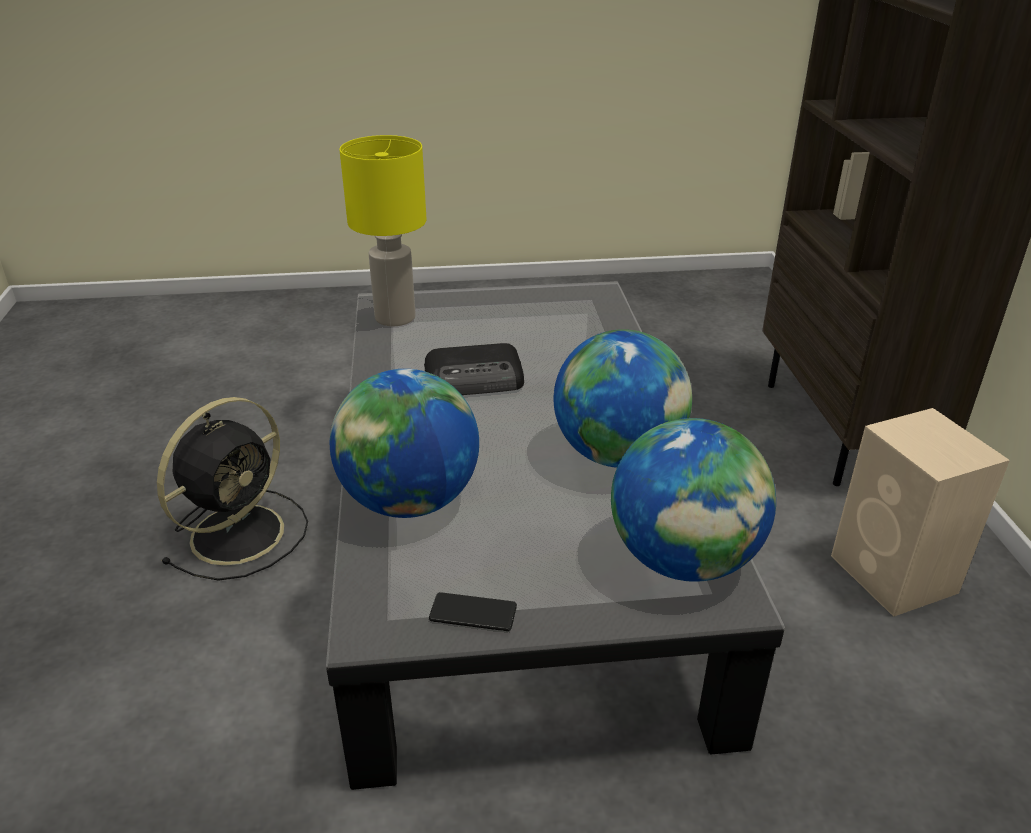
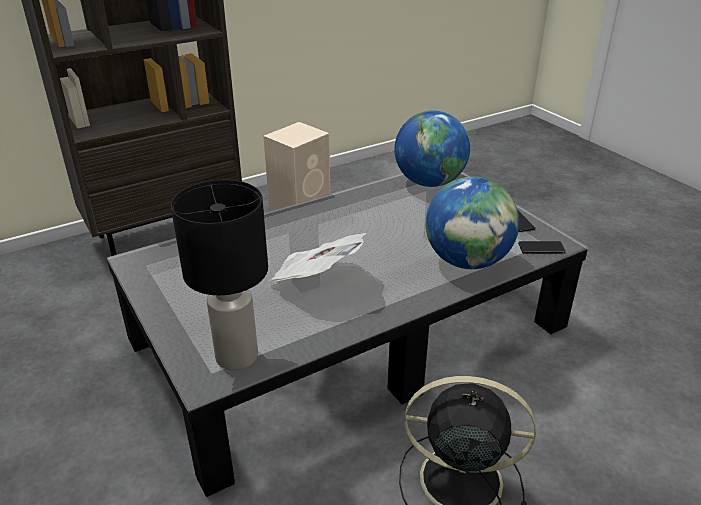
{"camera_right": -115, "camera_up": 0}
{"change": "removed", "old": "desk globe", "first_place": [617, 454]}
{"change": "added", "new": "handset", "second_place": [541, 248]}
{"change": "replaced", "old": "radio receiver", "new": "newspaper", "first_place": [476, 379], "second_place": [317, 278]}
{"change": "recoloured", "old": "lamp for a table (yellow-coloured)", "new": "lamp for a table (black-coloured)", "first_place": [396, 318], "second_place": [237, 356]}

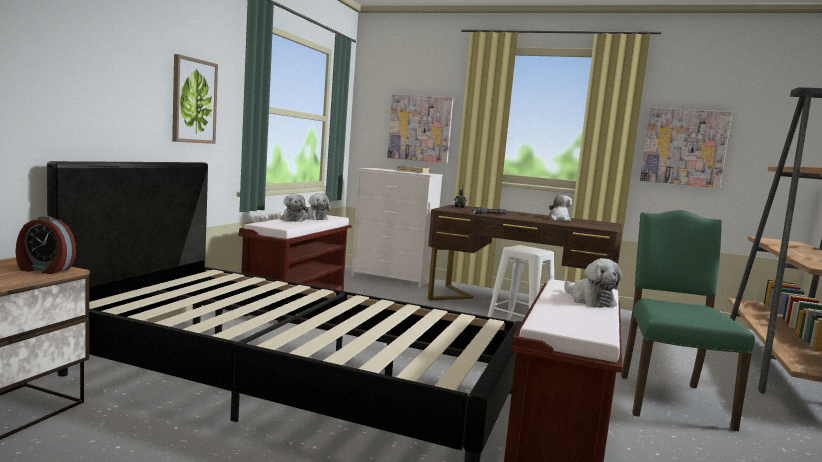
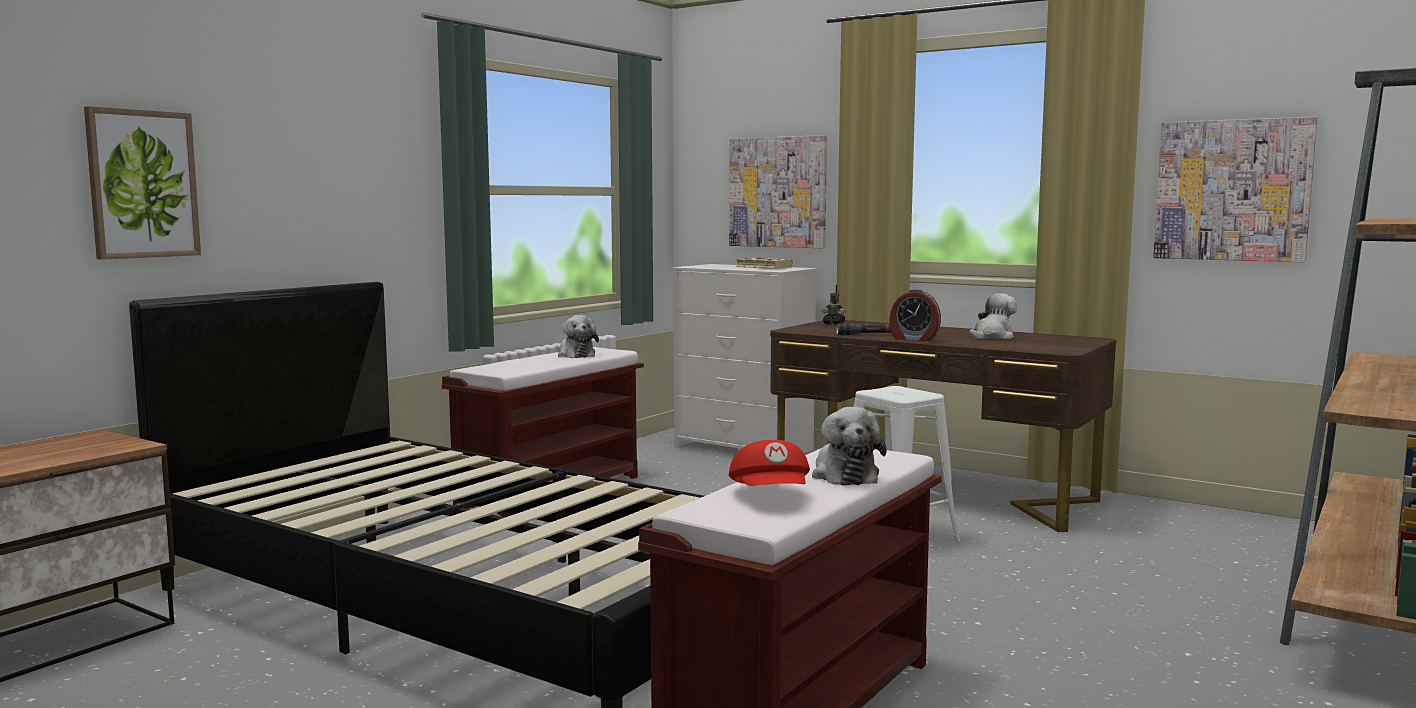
{"camera_right": 15, "camera_up": 0}
{"change": "removed", "old": "soft toy", "first_place": [292, 219]}
{"change": "removed", "old": "upright chair (greenish)", "first_place": [669, 399]}
{"change": "added", "new": "cap (red)", "second_place": [771, 496]}
{"change": "moved", "old": "bedside clock", "first_place": [44, 269], "second_place": [914, 339]}
{"change": "moved", "old": "wall picture", "first_place": [193, 101], "second_place": [142, 184]}

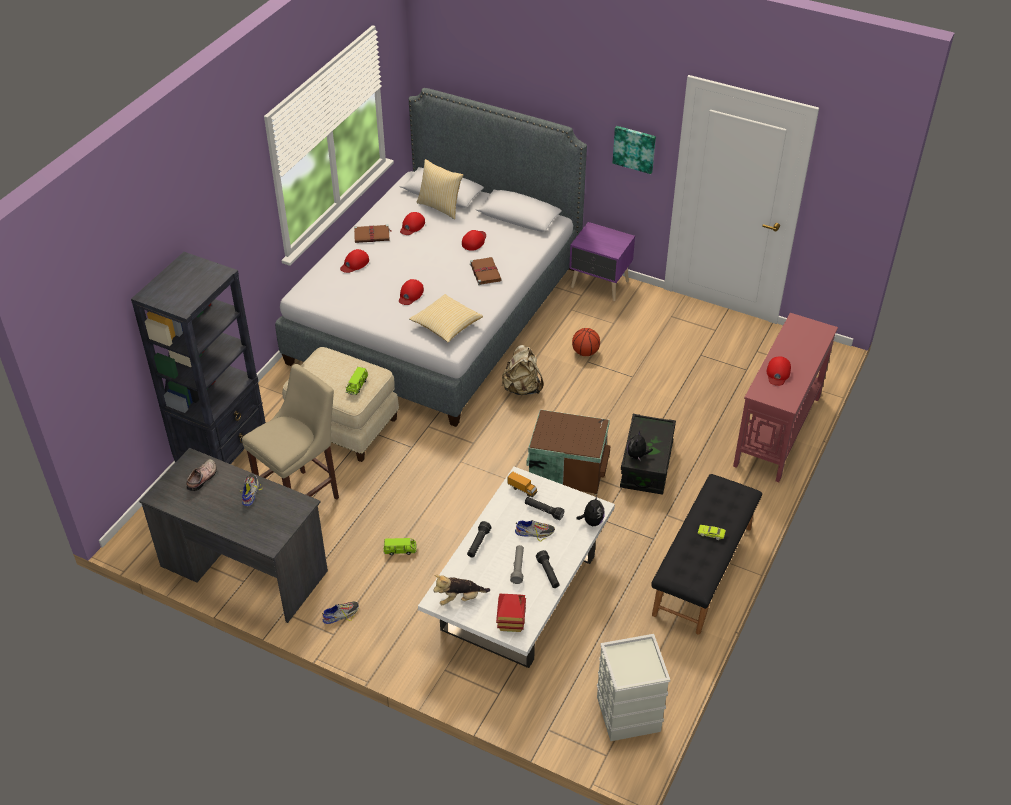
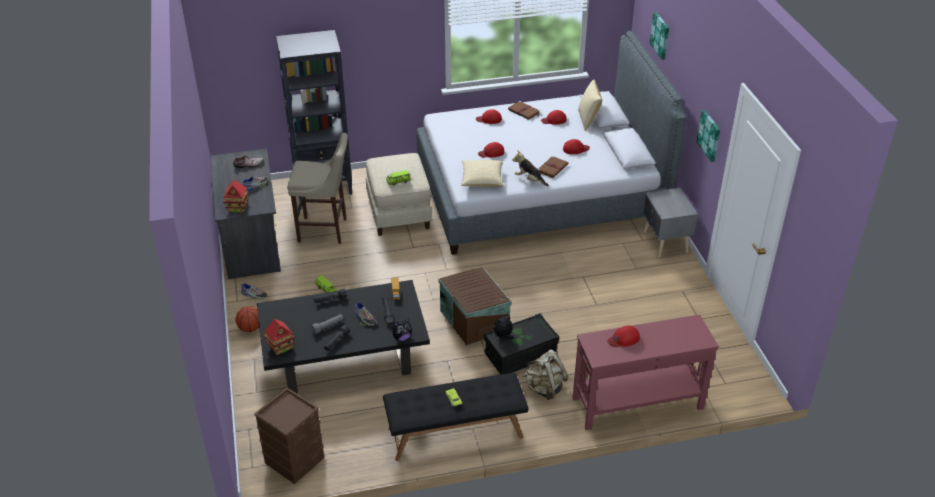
{"camera_right": 50, "camera_up": -5}
{"change": "added", "new": "model house", "second_place": [237, 208]}
{"change": "added", "new": "wall picture", "second_place": [661, 35]}
{"change": "moved", "old": "soft toy", "first_place": [460, 598], "second_place": [529, 180]}
{"change": "moved", "old": "knapsack (beige-coloured)", "first_place": [522, 388], "second_place": [544, 388]}
{"change": "moved", "old": "ball for basketball", "first_place": [585, 352], "second_place": [250, 328]}
{"change": "recoloured", "old": "lounge table (whitish)", "new": "lounge table (black-coloured)", "first_place": [518, 591], "second_place": [346, 356]}
{"change": "recoloured", "old": "night table (purple-coloured)", "new": "night table (greyish)", "first_place": [600, 285], "second_place": [664, 242]}
{"change": "recoloured", "old": "storage bin (greyish)", "new": "storage bin (brown)", "first_place": [628, 715], "second_place": [293, 460]}

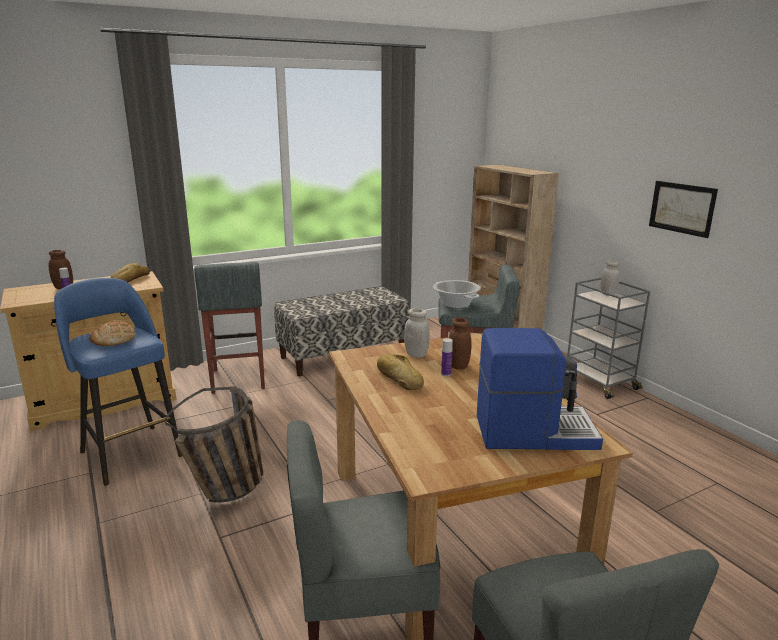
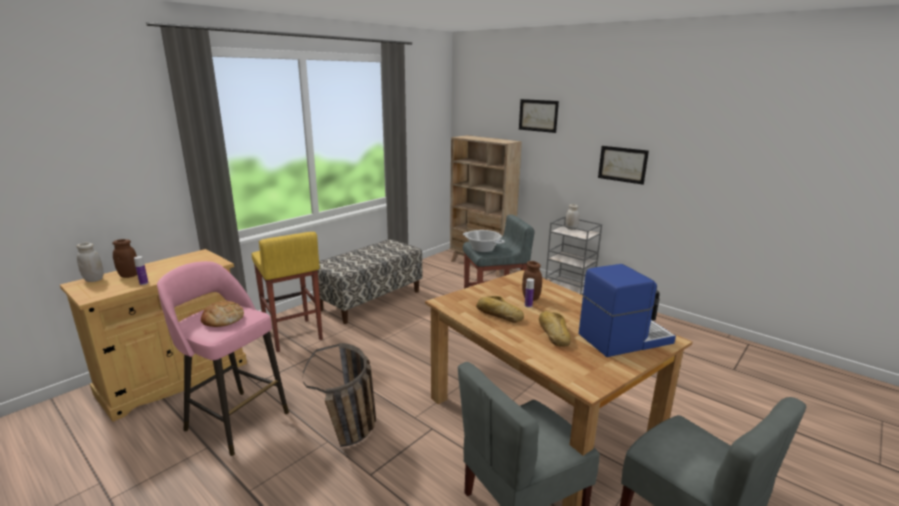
{"camera_right": -20, "camera_up": 0}
{"change": "added", "new": "wall picture", "second_place": [538, 115]}
{"change": "moved", "old": "baked bread", "first_place": [129, 279], "second_place": [553, 333]}
{"change": "moved", "old": "preserve jar (whitish)", "first_place": [416, 354], "second_place": [94, 279]}
{"change": "recoloured", "old": "stool (blue-coloured)", "new": "stool (pink)", "first_place": [130, 452], "second_place": [235, 420]}
{"change": "recoloured", "old": "stool (greyish)", "new": "stool (yellow-coloured)", "first_place": [237, 379], "second_place": [292, 335]}

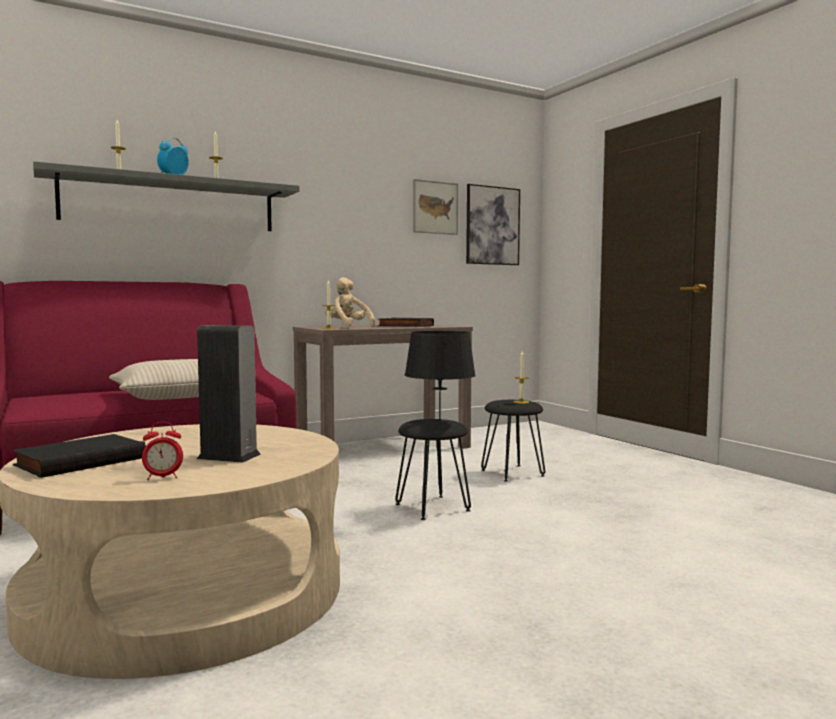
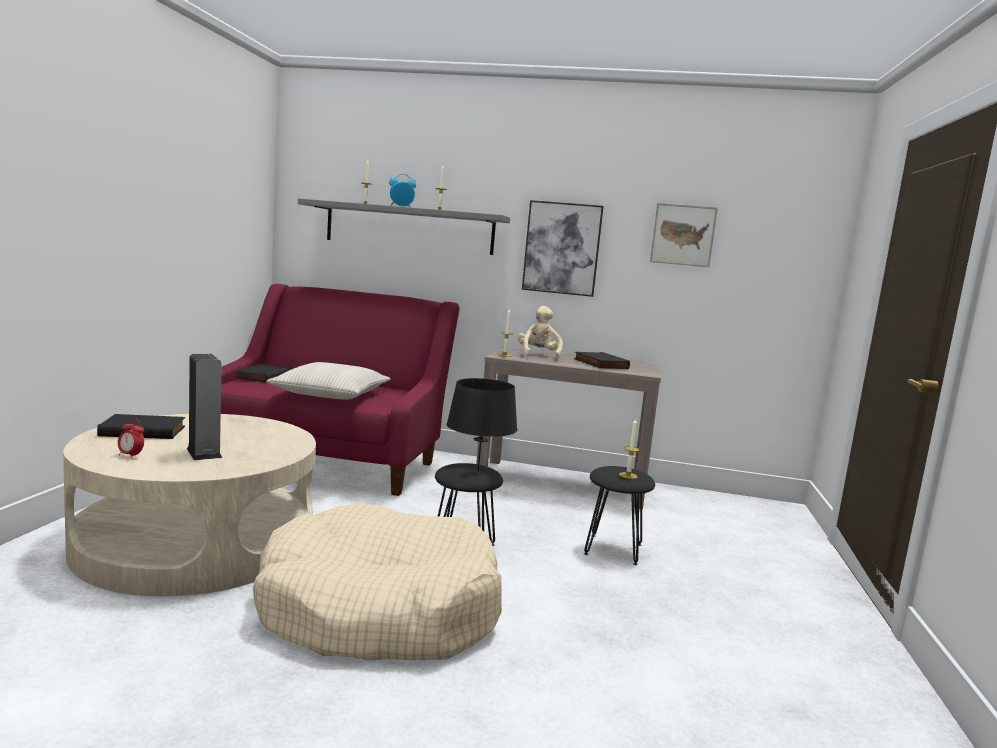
{"camera_right": 40, "camera_up": 5}
{"change": "added", "new": "book (black-coloured)", "second_place": [262, 376]}
{"change": "added", "new": "dog cushion (beige-coloured)", "second_place": [379, 609]}
{"change": "moved", "old": "wall picture", "first_place": [492, 225], "second_place": [562, 248]}

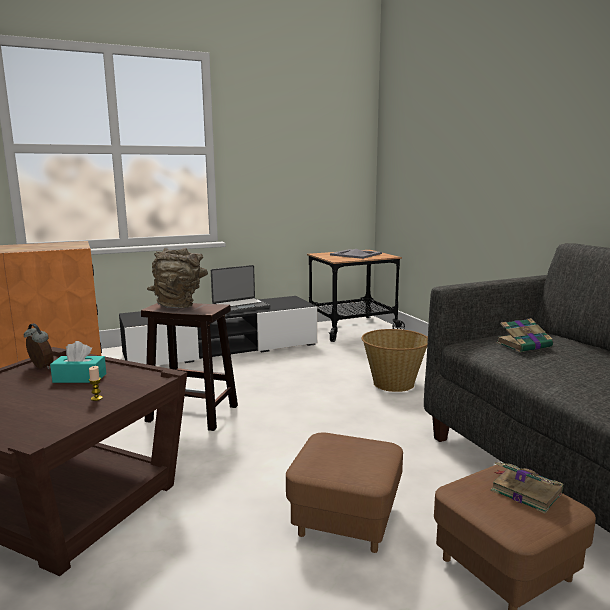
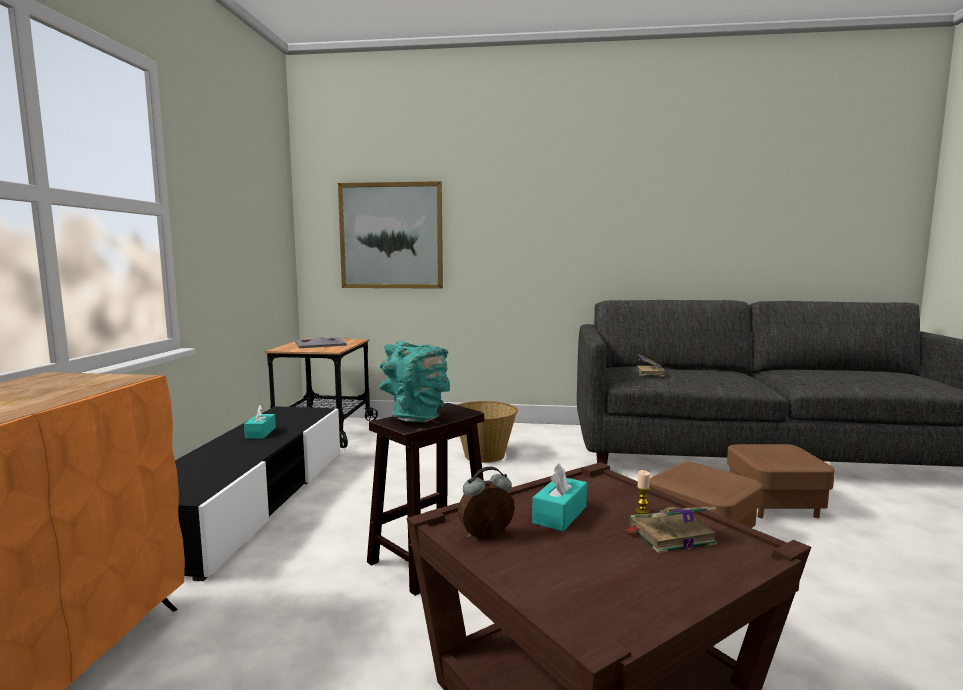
{"camera_right": -60, "camera_up": -5}
{"change": "added", "new": "wall picture", "second_place": [391, 236]}
{"change": "moved", "old": "book", "first_place": [524, 491], "second_place": [669, 535]}
{"change": "replaced", "old": "laptop", "new": "tissue holder (turquoise-coloured)", "first_place": [240, 307], "second_place": [260, 433]}
{"change": "recoloured", "old": "decorative vase (brown)", "new": "decorative vase (turquoise-coloured)", "first_place": [179, 305], "second_place": [415, 418]}

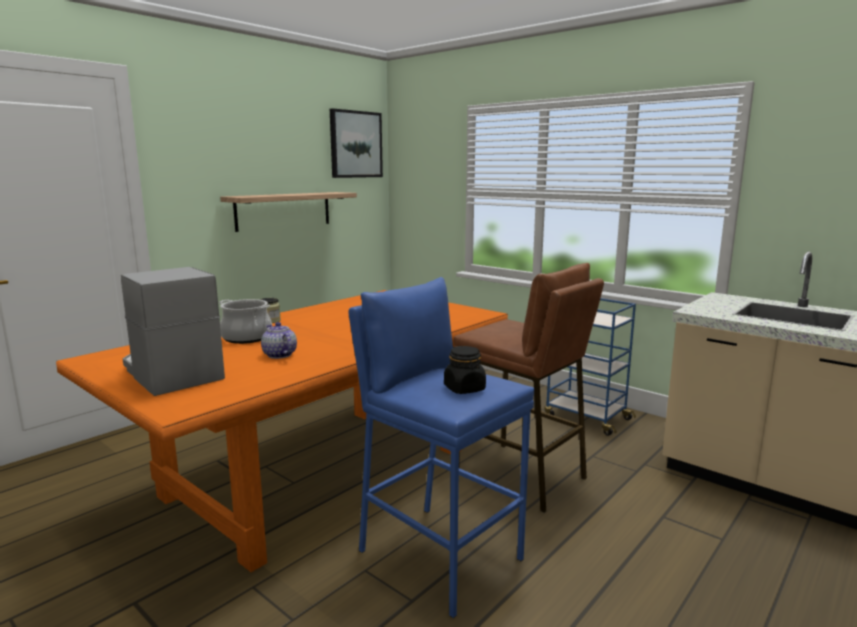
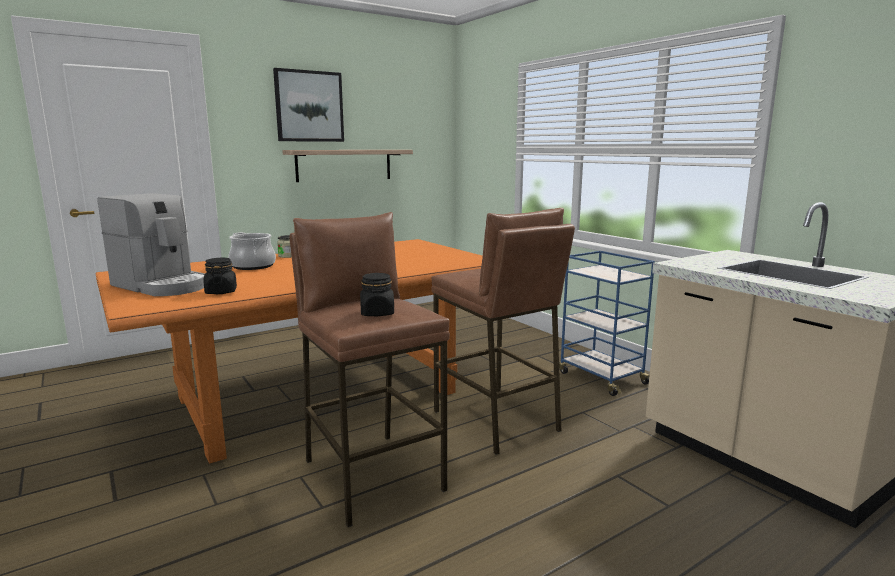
{"camera_right": 15, "camera_up": 0}
{"change": "removed", "old": "pot for tea", "first_place": [279, 355]}
{"change": "added", "new": "preserve jar (black-coloured)", "second_place": [221, 292]}
{"change": "moved", "old": "wall picture", "first_place": [355, 144], "second_place": [309, 106]}
{"change": "recoloured", "old": "stool (blue-coloured)", "new": "stool (brown)", "first_place": [439, 554], "second_place": [372, 474]}
{"change": "turned", "old": "coffee brewer", "first_place": [171, 373], "second_place": [162, 285], "degrees": 150}

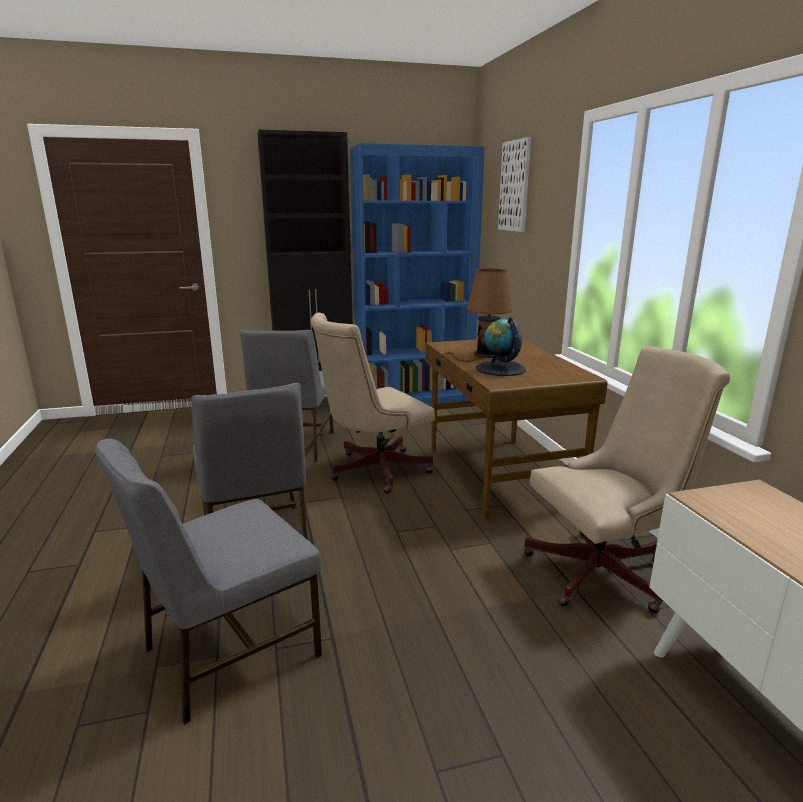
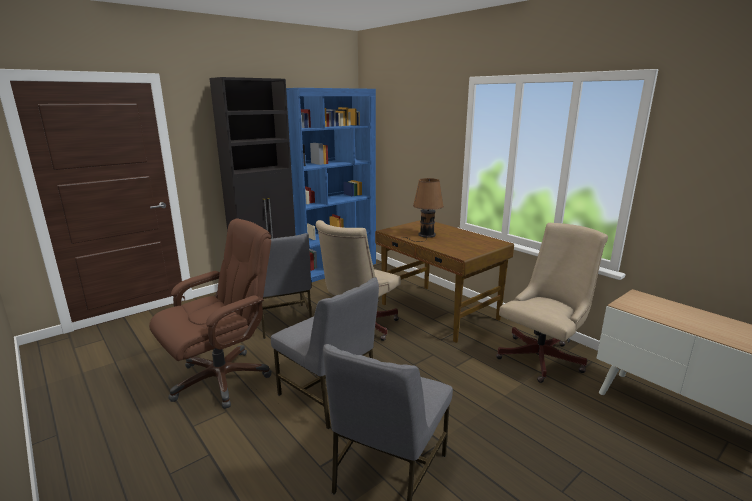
{"camera_right": -25, "camera_up": 0}
{"change": "removed", "old": "desk globe", "first_place": [500, 369]}
{"change": "removed", "old": "wall picture", "first_place": [515, 186]}
{"change": "added", "new": "office chair (brown)", "second_place": [222, 379]}

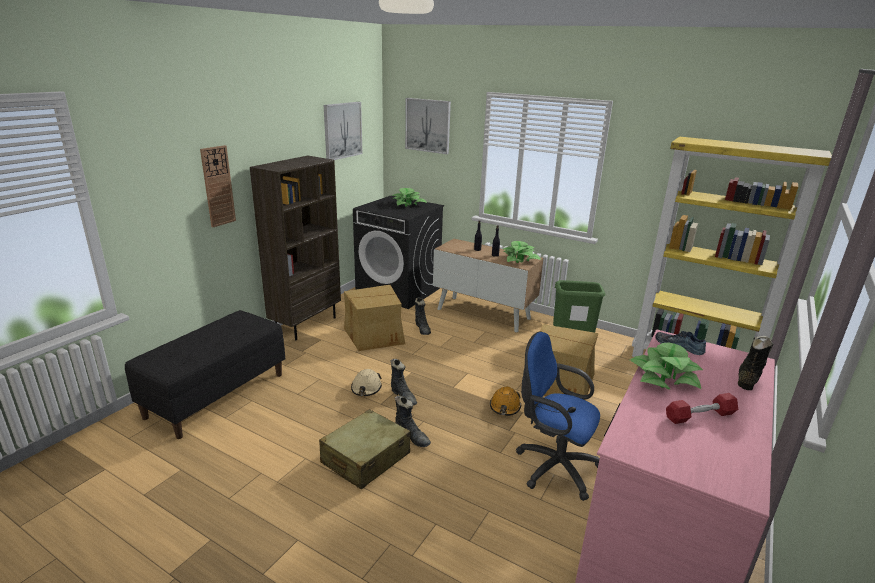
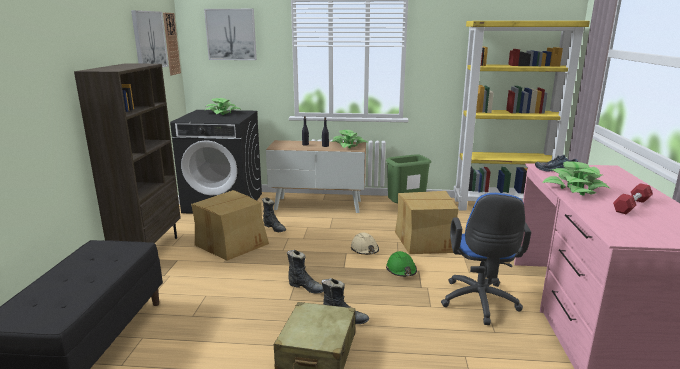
{"camera_right": -25, "camera_up": -5}
{"change": "removed", "old": "boot (black-coloured)", "first_place": [747, 378]}
{"change": "moved", "old": "hanging clock", "first_place": [218, 186], "second_place": [171, 44]}
{"change": "moved", "old": "work helmet (beige-coloured)", "first_place": [366, 388], "second_place": [364, 250]}
{"change": "recoloured", "old": "work helmet (orange)", "new": "work helmet (greenish)", "first_place": [505, 407], "second_place": [401, 270]}
{"change": "turned", "old": "office chair (blue-coloured)", "first_place": [552, 466], "second_place": [479, 303], "degrees": -90}

